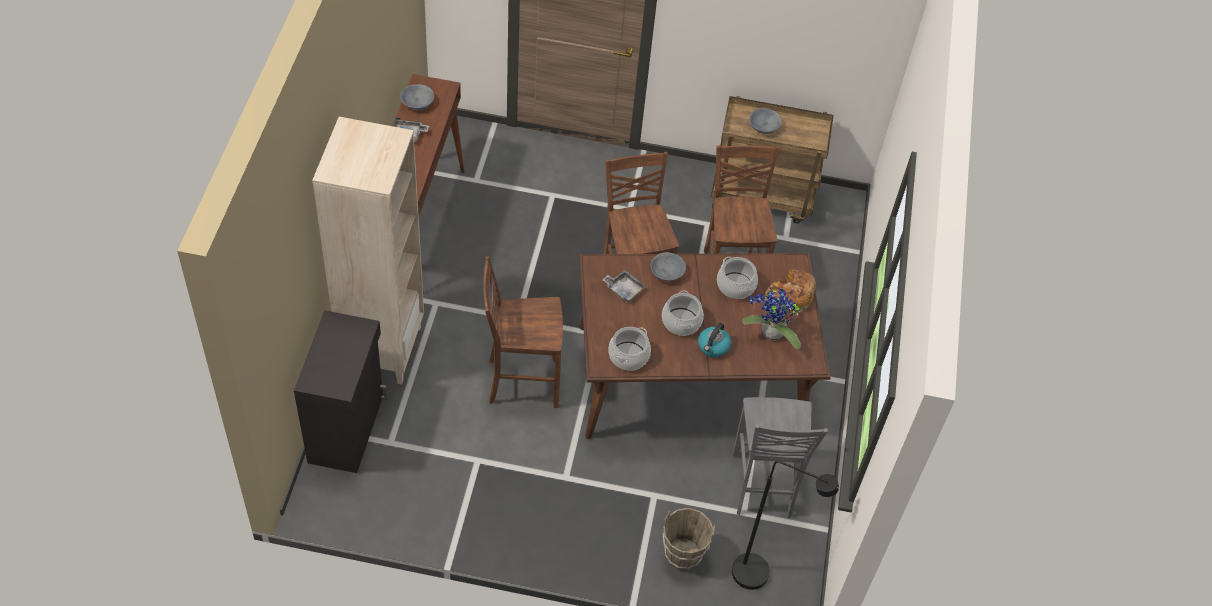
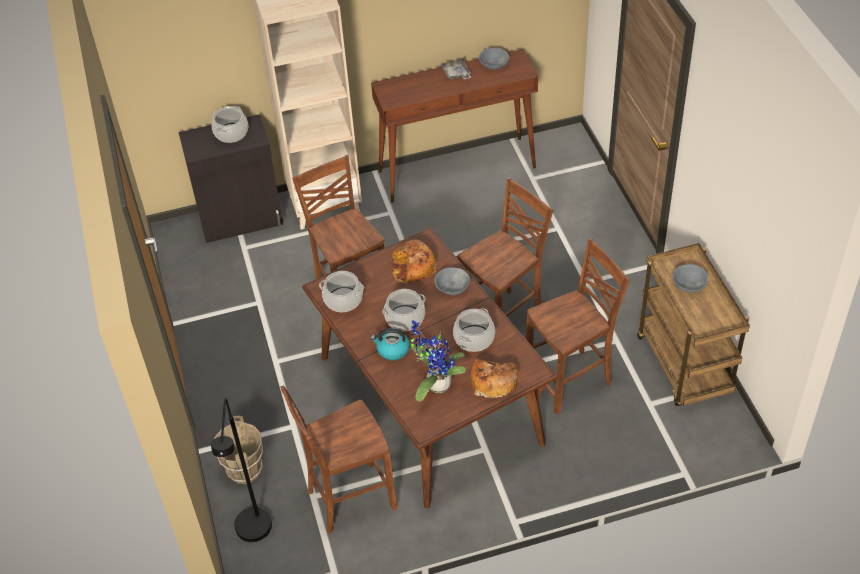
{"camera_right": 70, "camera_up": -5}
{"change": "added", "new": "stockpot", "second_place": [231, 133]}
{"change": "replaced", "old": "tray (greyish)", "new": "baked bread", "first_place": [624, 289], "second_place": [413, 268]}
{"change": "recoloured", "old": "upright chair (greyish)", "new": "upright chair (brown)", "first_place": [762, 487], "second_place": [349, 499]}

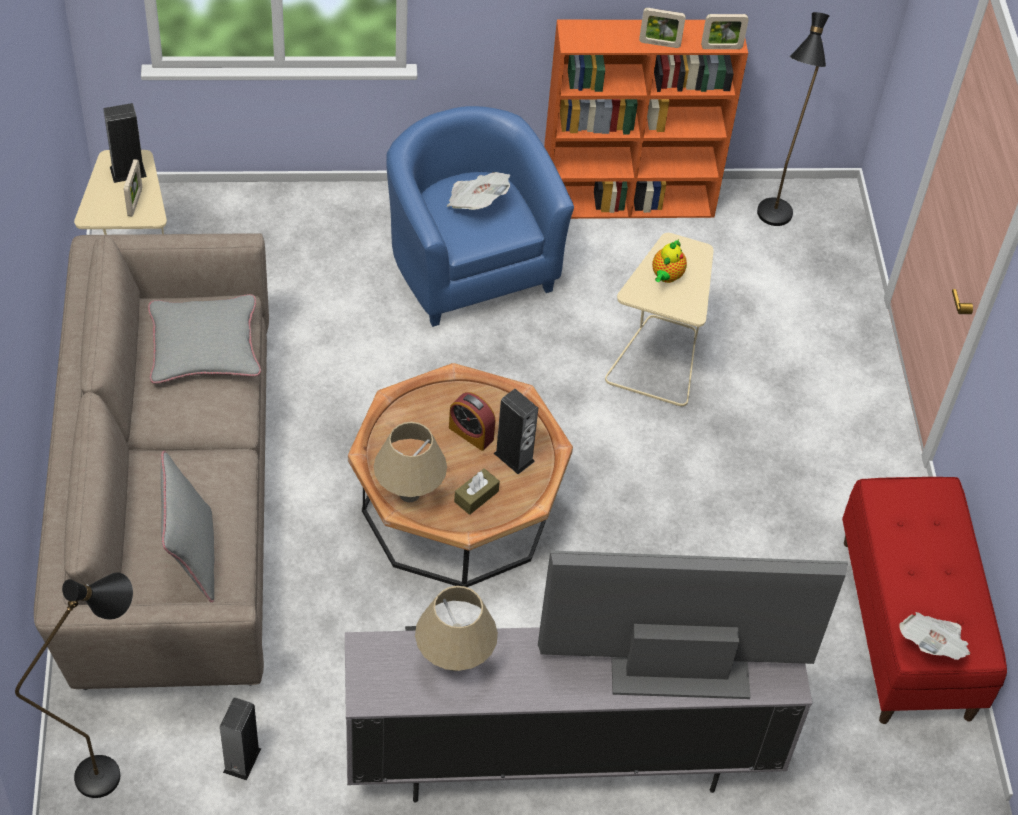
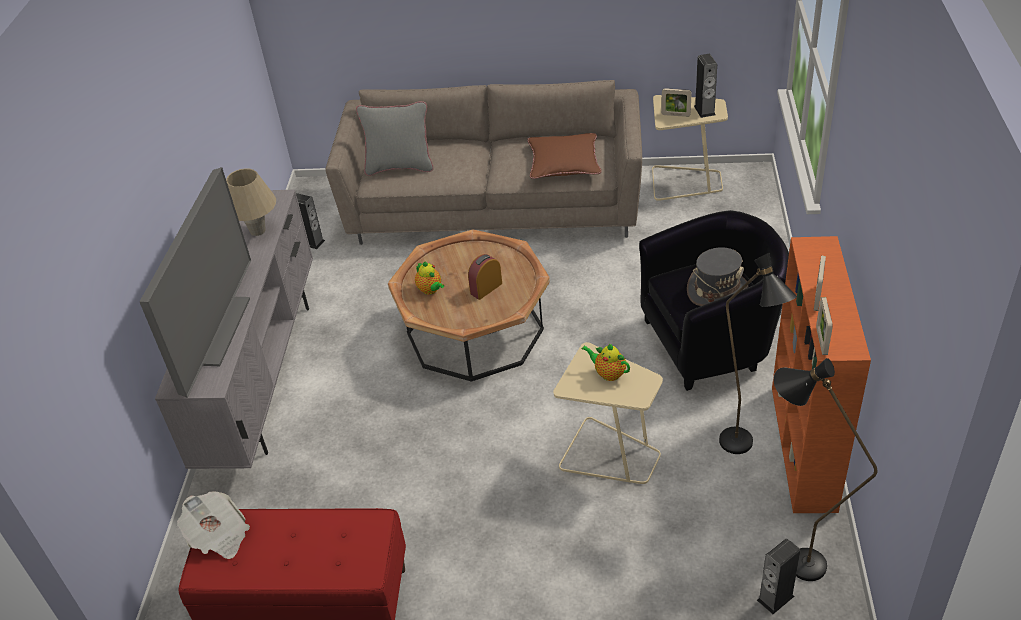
{"camera_right": 105, "camera_up": -10}
{"change": "removed", "old": "lamp for a table (beige-coloured)", "first_place": [409, 493]}
{"change": "moved", "old": "floor lamp (black-coloured)", "first_place": [113, 769], "second_place": [743, 450]}
{"change": "moved", "old": "loudspeaker", "first_place": [514, 457], "second_place": [775, 598]}
{"change": "replaced", "old": "newspaper", "new": "hat (greyish)", "first_place": [477, 202], "second_place": [717, 289]}
{"change": "replaced", "old": "tissue holder (brown)", "new": "pot for tea", "first_place": [476, 496], "second_place": [430, 290]}
{"change": "recoloured", "old": "cushion (greyish)", "new": "cushion (brown)", "first_place": [204, 346], "second_place": [564, 162]}
{"change": "recoloured", "old": "easy chair (blue-coloured)", "new": "easy chair (black-coloured)", "first_place": [468, 264], "second_place": [712, 341]}

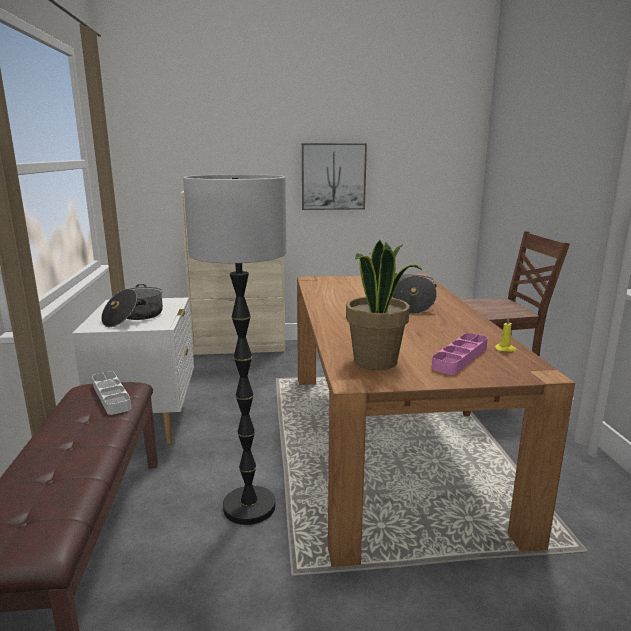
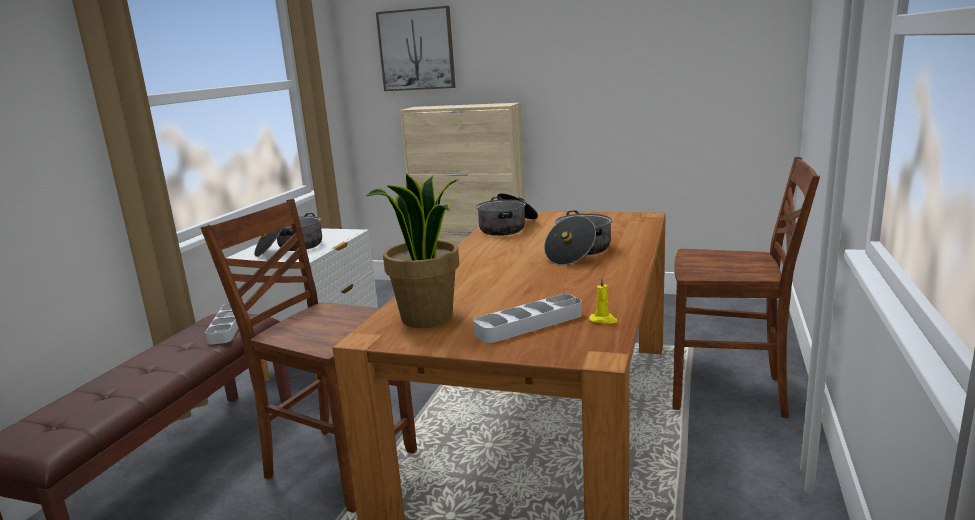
{"camera_right": 25, "camera_up": 0}
{"change": "added", "new": "stockpot", "second_place": [508, 227]}
{"change": "moved", "old": "wall picture", "first_place": [333, 176], "second_place": [416, 49]}
{"change": "replaced", "old": "floor lamp", "new": "upright chair (brown)", "first_place": [249, 506], "second_place": [338, 465]}
{"change": "recoloured", "old": "tray (pink)", "new": "tray (greyish)", "first_place": [460, 358], "second_place": [529, 324]}

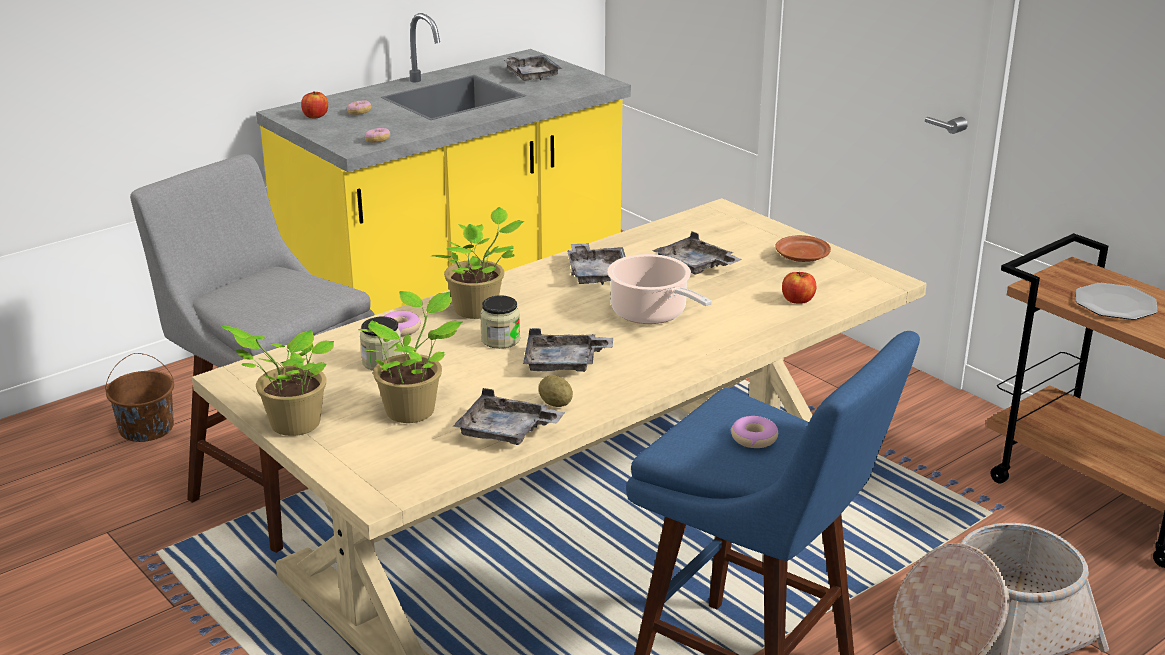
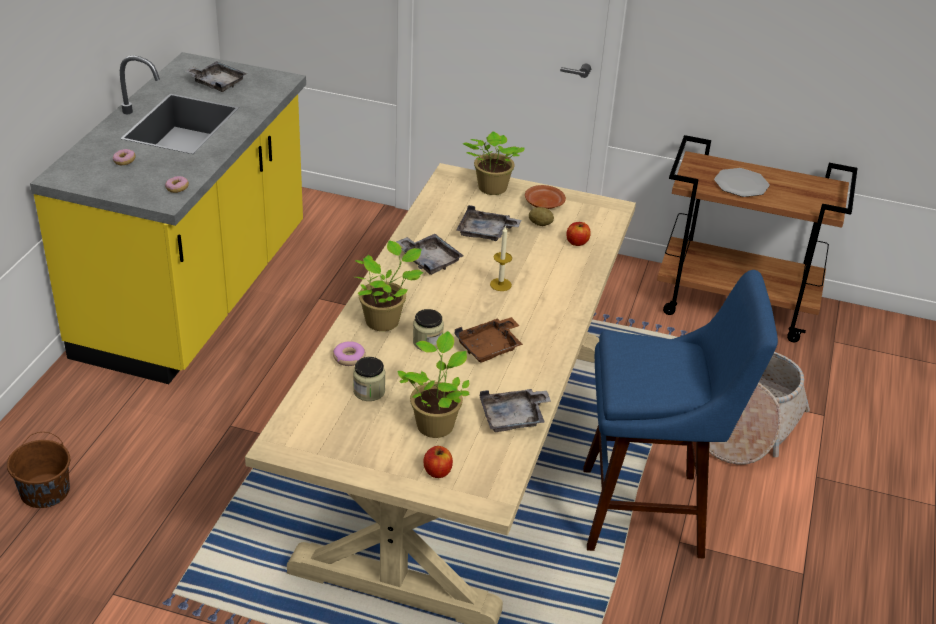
{"camera_right": -35, "camera_up": 10}
{"change": "removed", "old": "stool (greyish)", "first_place": [280, 491]}
{"change": "removed", "old": "donut", "first_place": [754, 438]}
{"change": "moved", "old": "plant in a pot", "first_place": [291, 424], "second_place": [490, 189]}
{"change": "moved", "old": "apple fruit", "first_place": [315, 116], "second_place": [437, 471]}
{"change": "moved", "old": "whole potato", "first_place": [555, 404], "second_place": [540, 224]}
{"change": "replaced", "old": "stockpot", "new": "wax candle", "first_place": [651, 313], "second_place": [500, 284]}
{"change": "recoloured", "old": "tray (greyish)", "new": "tray (brown)", "first_place": [564, 363], "second_place": [490, 347]}

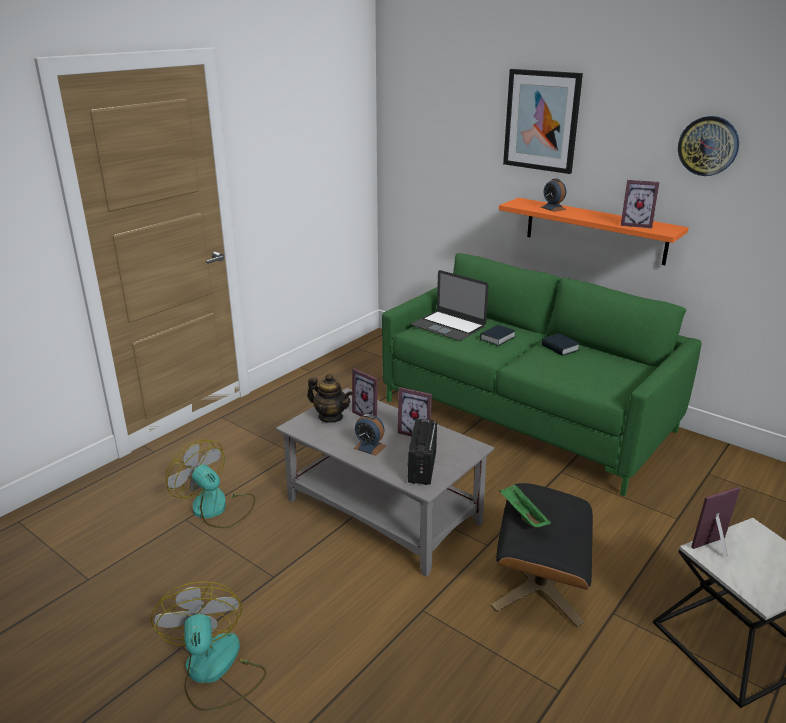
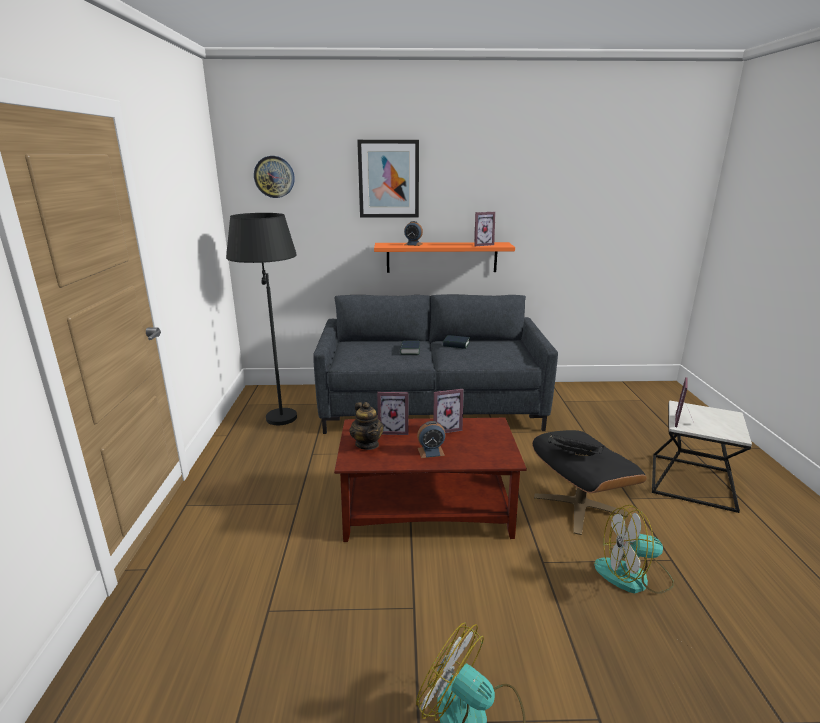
{"camera_right": -40, "camera_up": -5}
{"change": "removed", "old": "radio receiver", "first_place": [422, 467]}
{"change": "removed", "old": "laptop", "first_place": [448, 326]}
{"change": "added", "new": "floor lamp (black-coloured)", "second_place": [278, 411]}
{"change": "moved", "old": "fan", "first_place": [216, 508], "second_place": [633, 576]}
{"change": "moved", "old": "hanging clock", "first_place": [708, 146], "second_place": [274, 177]}
{"change": "recoloured", "old": "lounge table (greyish)", "new": "lounge table (brown)", "first_place": [384, 512], "second_place": [428, 511]}
{"change": "recoloured", "old": "settee (greenish)", "new": "settee (greyish)", "first_place": [526, 416], "second_place": [431, 407]}
{"change": "recoloured", "old": "tray (greenish)", "new": "tray (black-coloured)", "first_place": [522, 515], "second_place": [573, 452]}
{"change": "turned", "old": "pot for tea", "first_place": [330, 417], "second_place": [367, 444], "degrees": 75}

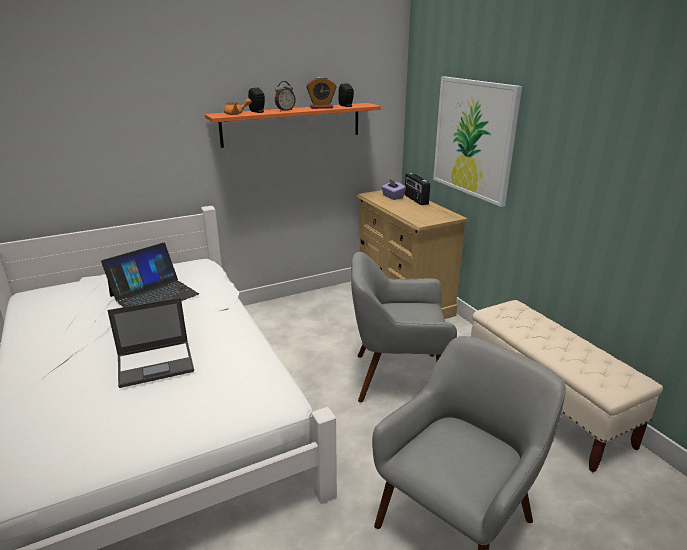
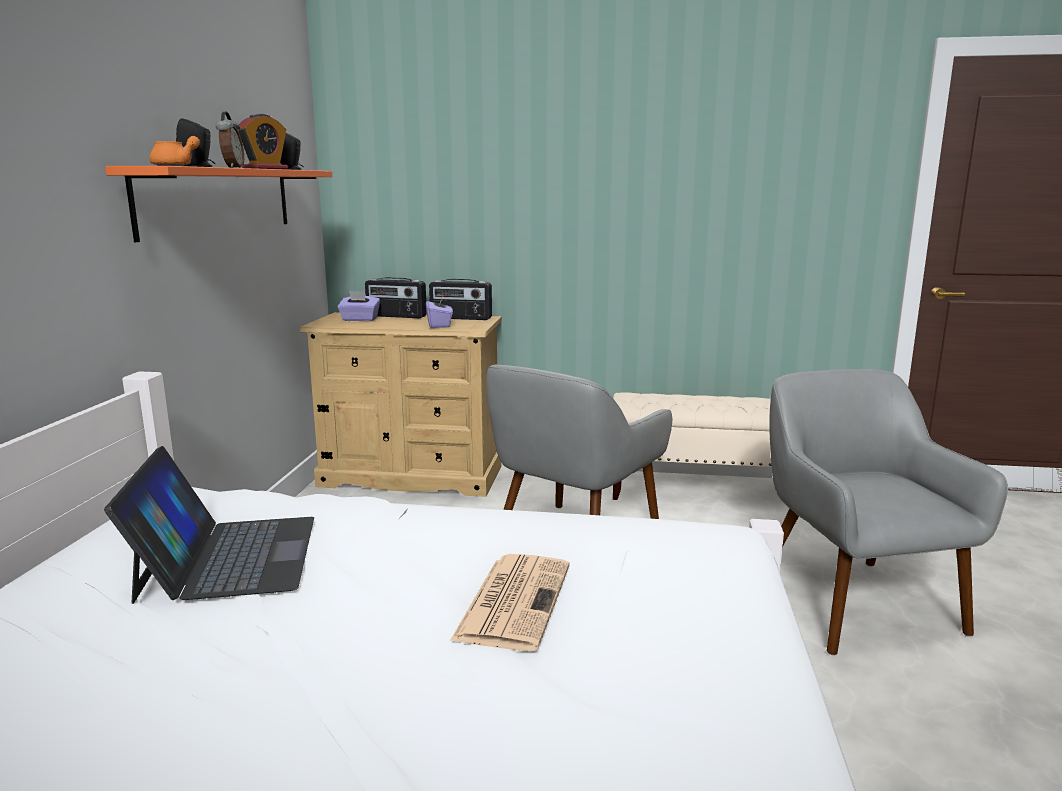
{"camera_right": -55, "camera_up": -10}
{"change": "removed", "old": "wall picture", "first_place": [474, 138]}
{"change": "added", "new": "tissue holder (purple-coloured)", "second_place": [439, 325]}
{"change": "added", "new": "radio receiver", "second_place": [460, 318]}
{"change": "replaced", "old": "laptop", "new": "newspaper", "first_place": [156, 363], "second_place": [514, 600]}

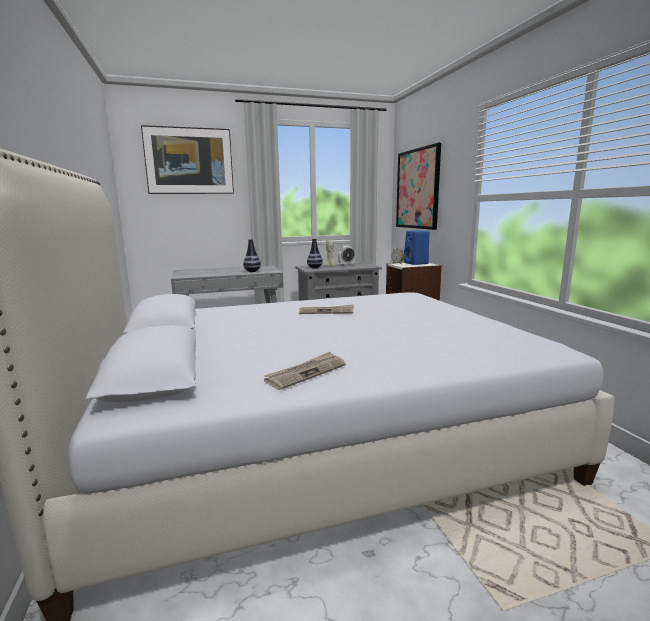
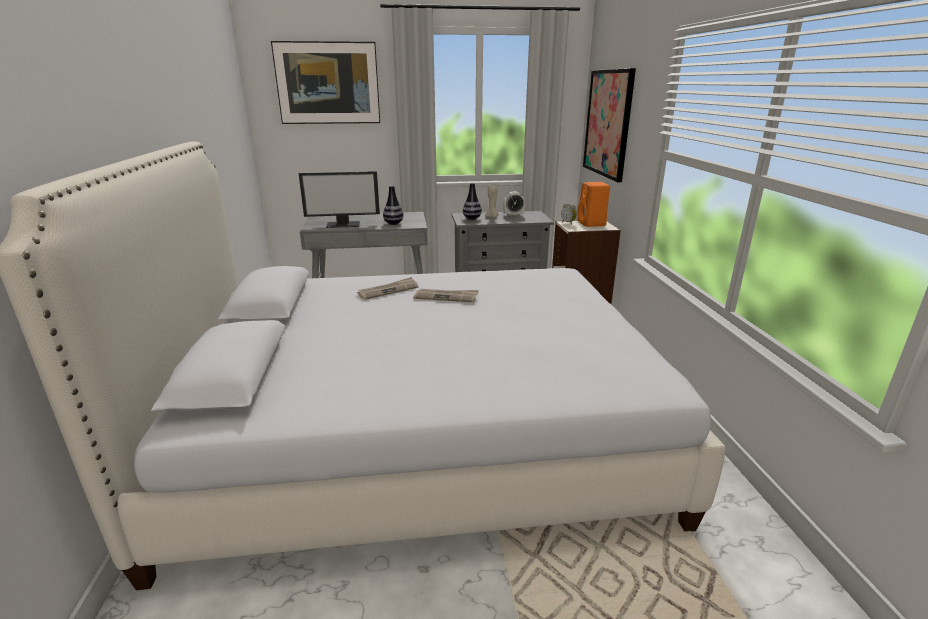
{"camera_right": 10, "camera_up": 10}
{"change": "added", "new": "monitor", "second_place": [343, 224]}
{"change": "moved", "old": "newspaper", "first_place": [306, 373], "second_place": [388, 290]}
{"change": "recoloured", "old": "loudspeaker (blue-coloured)", "new": "loudspeaker (orange)", "first_place": [416, 263], "second_place": [592, 224]}

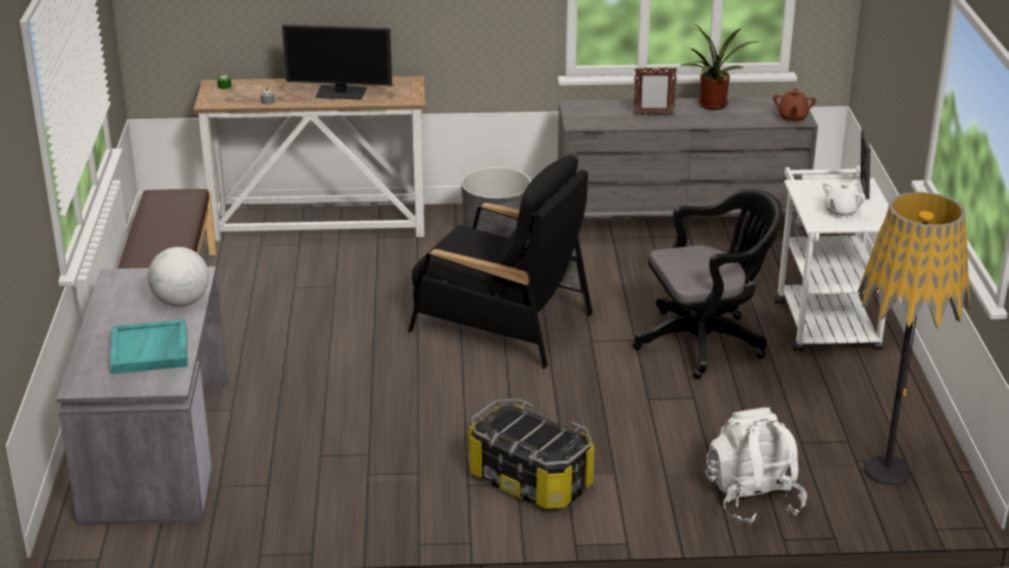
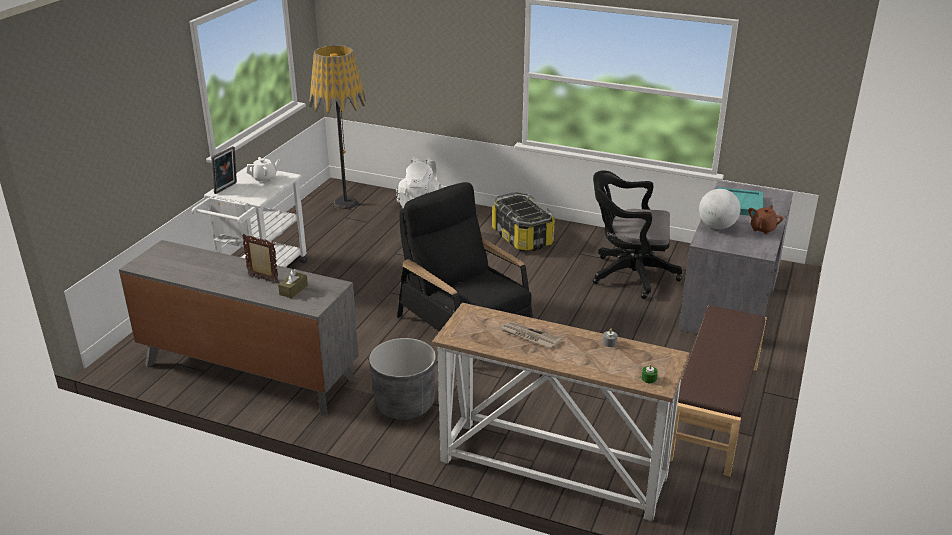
{"camera_right": -155, "camera_up": 0}
{"change": "removed", "old": "plant in a pot", "first_place": [712, 106]}
{"change": "added", "new": "tissue holder (brown)", "second_place": [293, 290]}
{"change": "moved", "old": "office chair (black-coloured)", "first_place": [706, 342], "second_place": [628, 274]}
{"change": "moved", "old": "pot for tea (brown)", "first_place": [792, 118], "second_place": [763, 229]}
{"change": "replaced", "old": "monitor", "new": "newspaper", "first_place": [341, 92], "second_place": [530, 337]}

